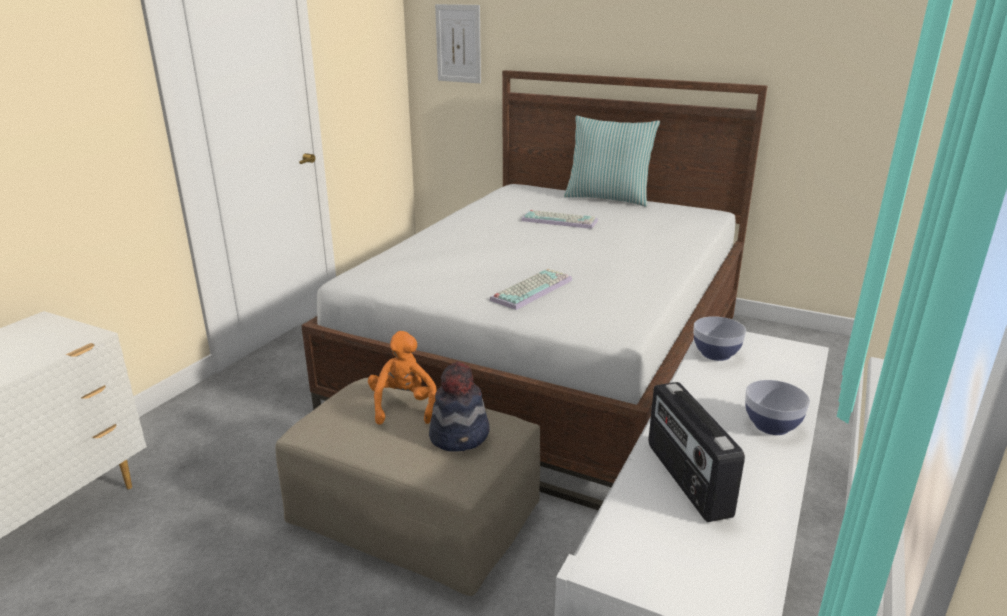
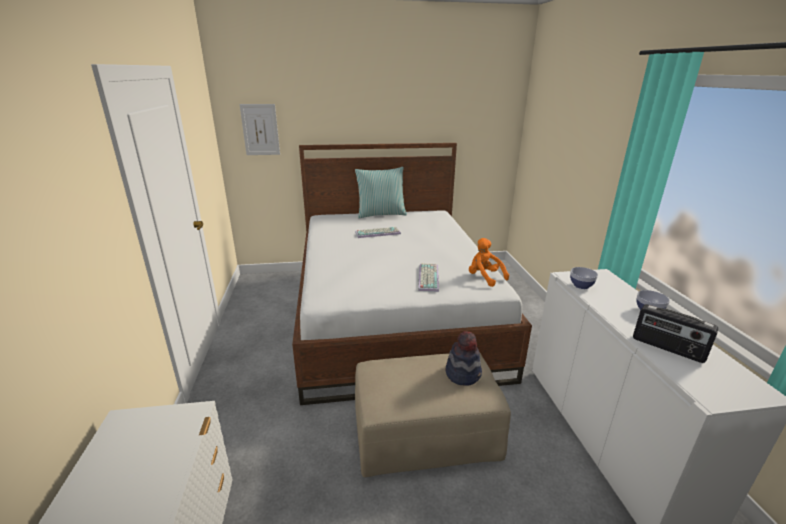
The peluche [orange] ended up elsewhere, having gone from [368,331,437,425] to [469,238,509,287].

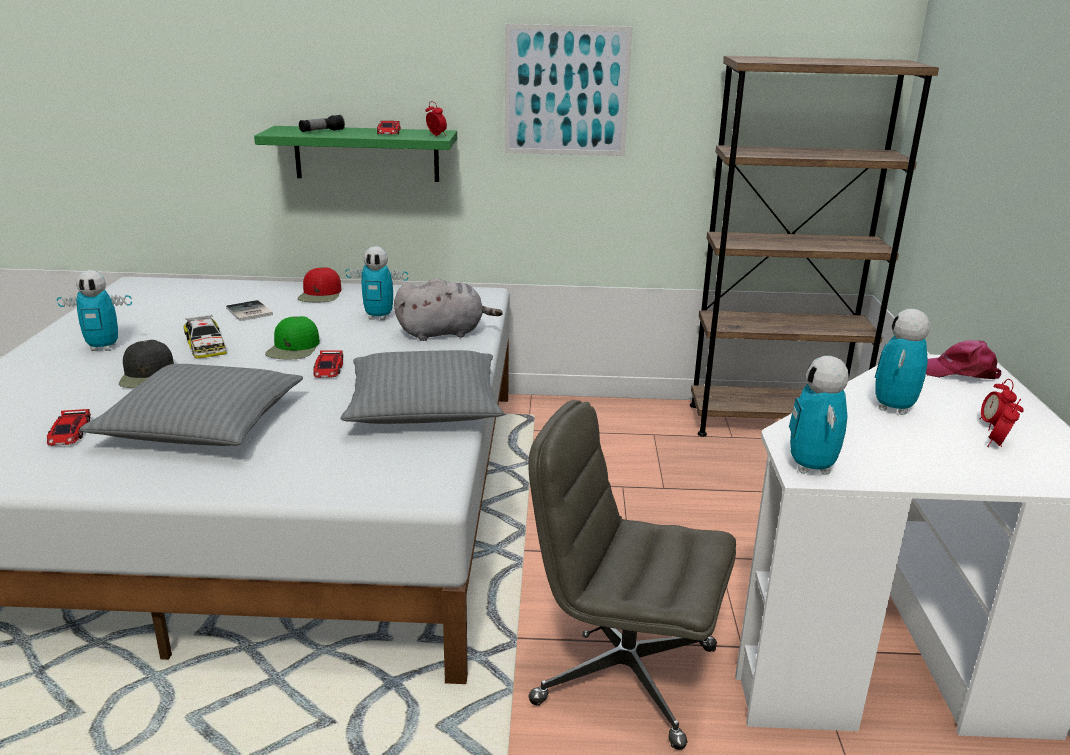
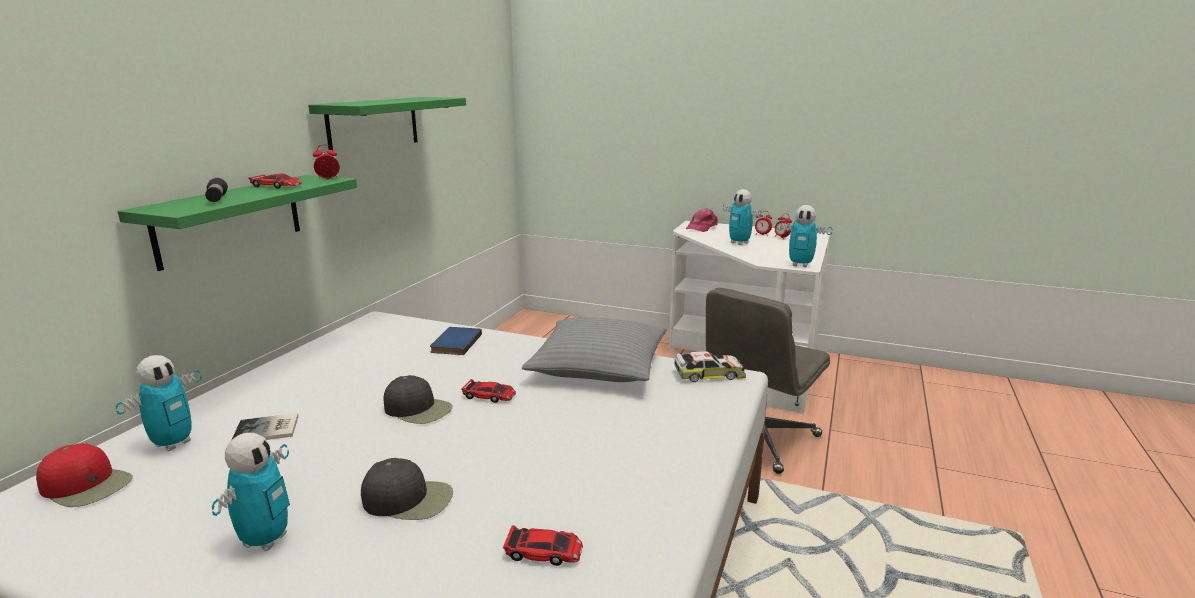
Where the tableau hung at [505,24,632,156], the étagère [vert] came to hang at [308,97,466,156].
The second view lost the bibliothèque [marron] at [690,56,939,436].
The robot jouet ended up elsewhere, having gone from [346,246,408,320] to [115,355,202,451].
The casquette [rouge] ended up elsewhere, having gone from [298,267,342,302] to [36,443,133,507].
Where the peluche [gris] stood at [394,278,503,341], the livre [bleu] came to stand at [430,327,482,355].
The petite voiture ended up elsewhere, having gone from [183,314,227,359] to [674,351,746,382].
What was the casquette [vert] at [265,316,320,359] turned into the casquette [noir] at [383,375,453,424].
The second view lost the coussin [gris] at [80,364,303,446].

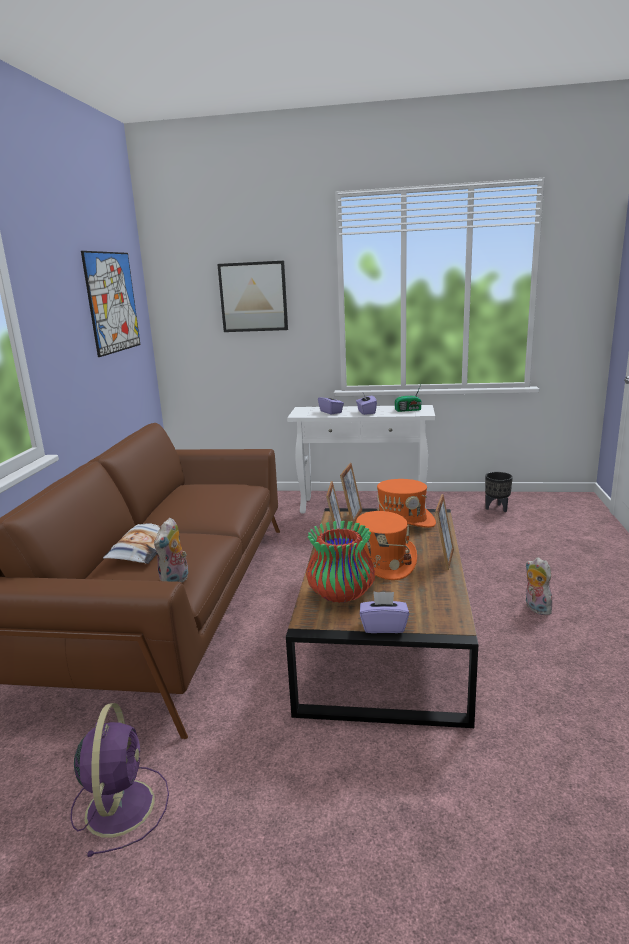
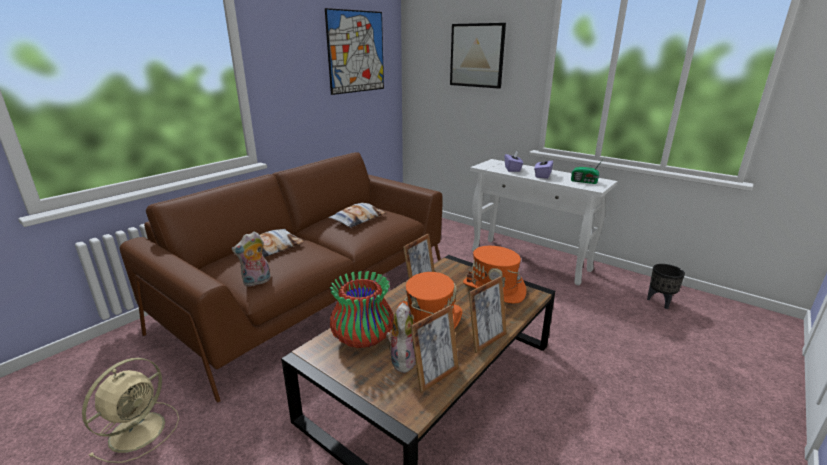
The cadre photo ended up elsewhere, having gone from [340,463,362,525] to [411,305,459,393].
The peluche ended up elsewhere, having gone from [526,557,555,615] to [386,302,416,373].
The second view lost the boîte à mouchoirs [violet] at [360,591,409,633].
What was the ventilateur [violet] at [71,703,169,857] turned into the ventilateur [beige] at [82,358,179,463].
The second view gained the coussin at [328,203,386,228].

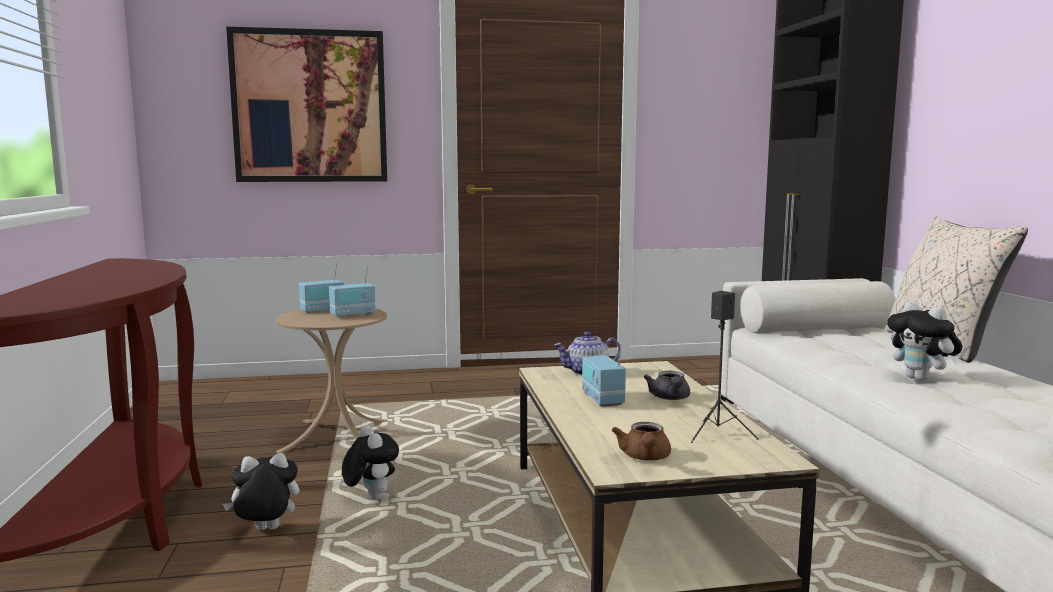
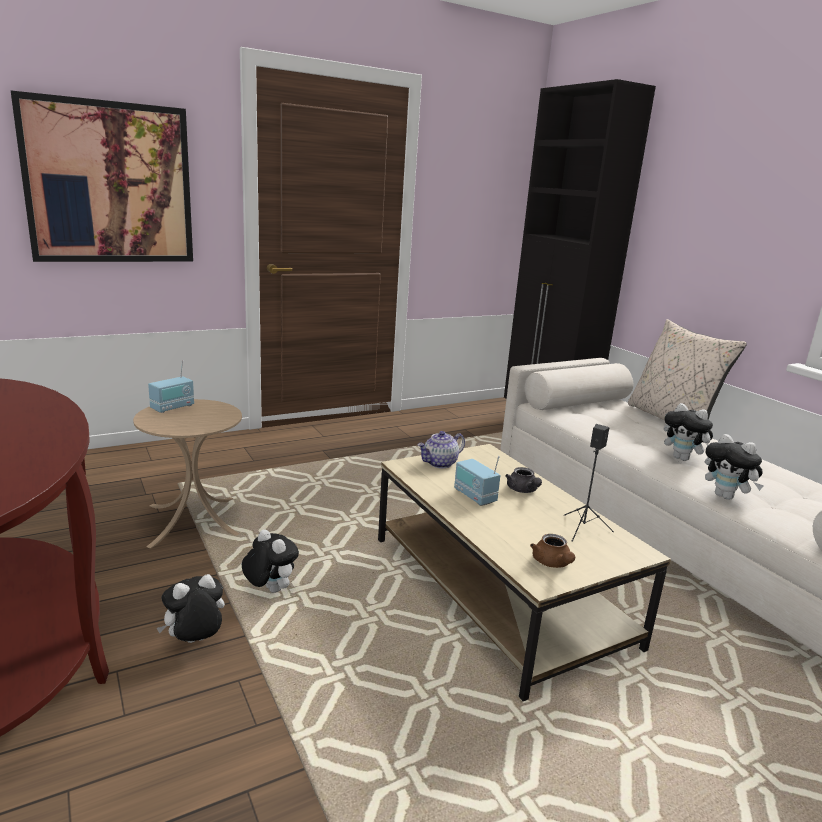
The second view lost the radio at [329,265,376,317].
The second view gained the peluche at [705,434,764,500].

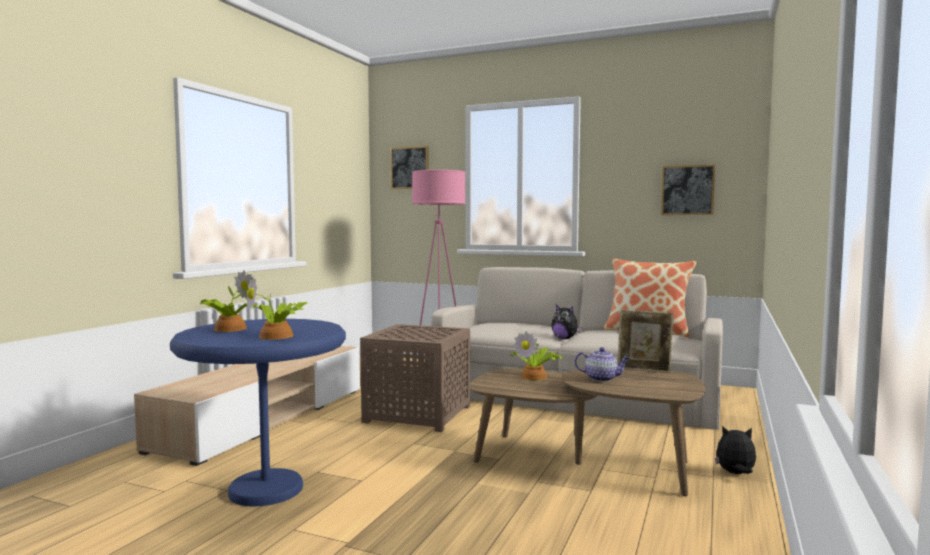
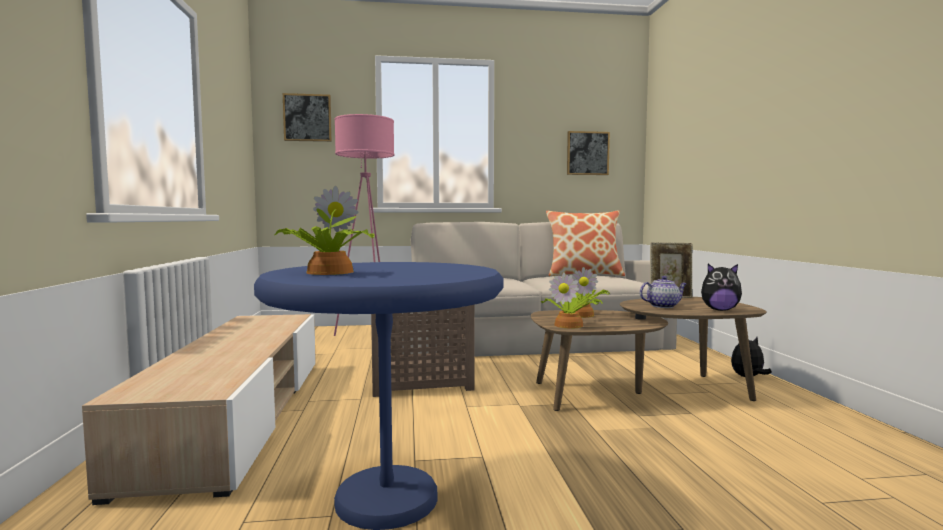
The plante en pot ended up elsewhere, having gone from [247,276,308,340] to [540,272,603,328].
The peluche ended up elsewhere, having gone from [552,305,582,339] to [701,264,742,311].

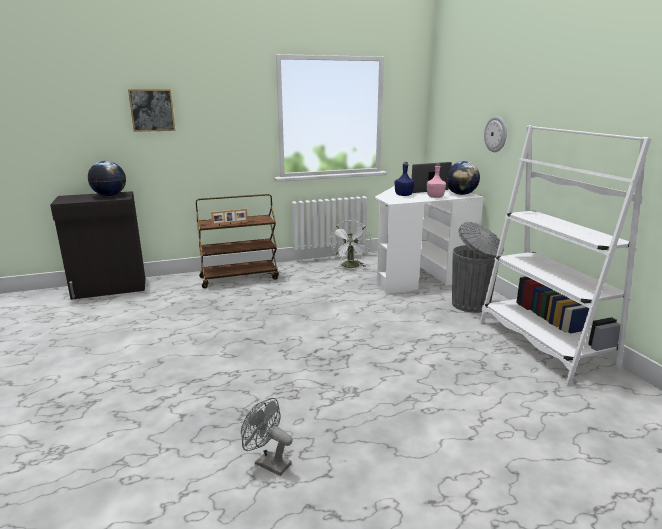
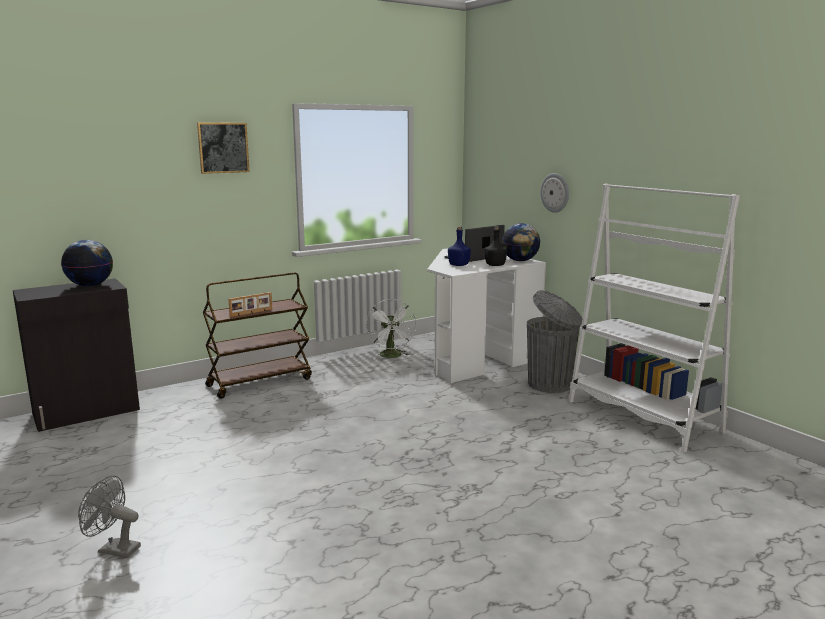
The tableau ended up elsewhere, having gone from [128,89,175,132] to [197,122,250,174].
What was the bouteille [rose] at [427,163,446,198] turned into the bouteille [noir] at [485,226,507,266].
The ventilateur [gris] ended up elsewhere, having gone from [241,398,293,476] to [78,476,141,558].

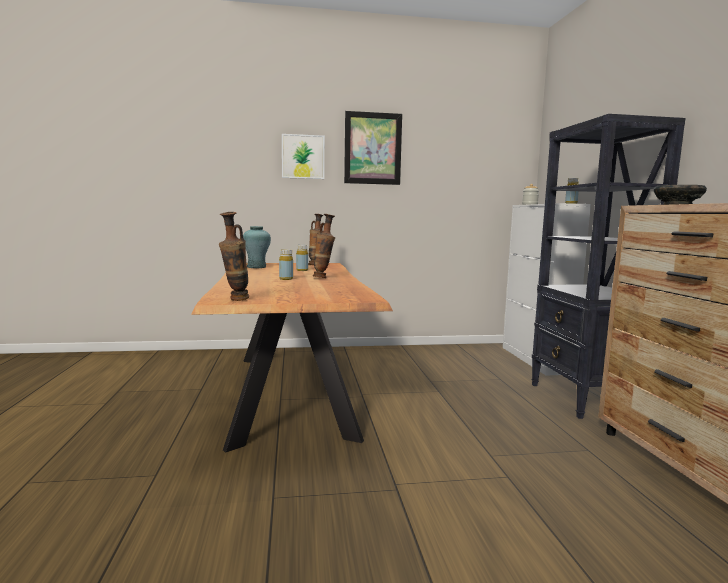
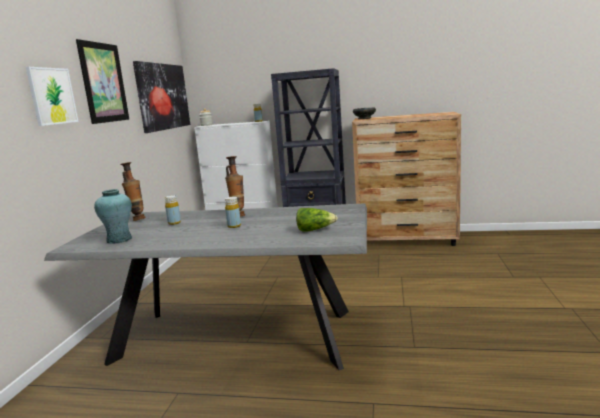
The second view lost the vase at [219,212,249,301].
What was the table à manger [marron] at [191,263,393,453] turned into the table à manger [gris] at [44,203,367,370].
The second view gained the tableau at [133,61,190,133].
The second view gained the laitue at [296,208,338,232].

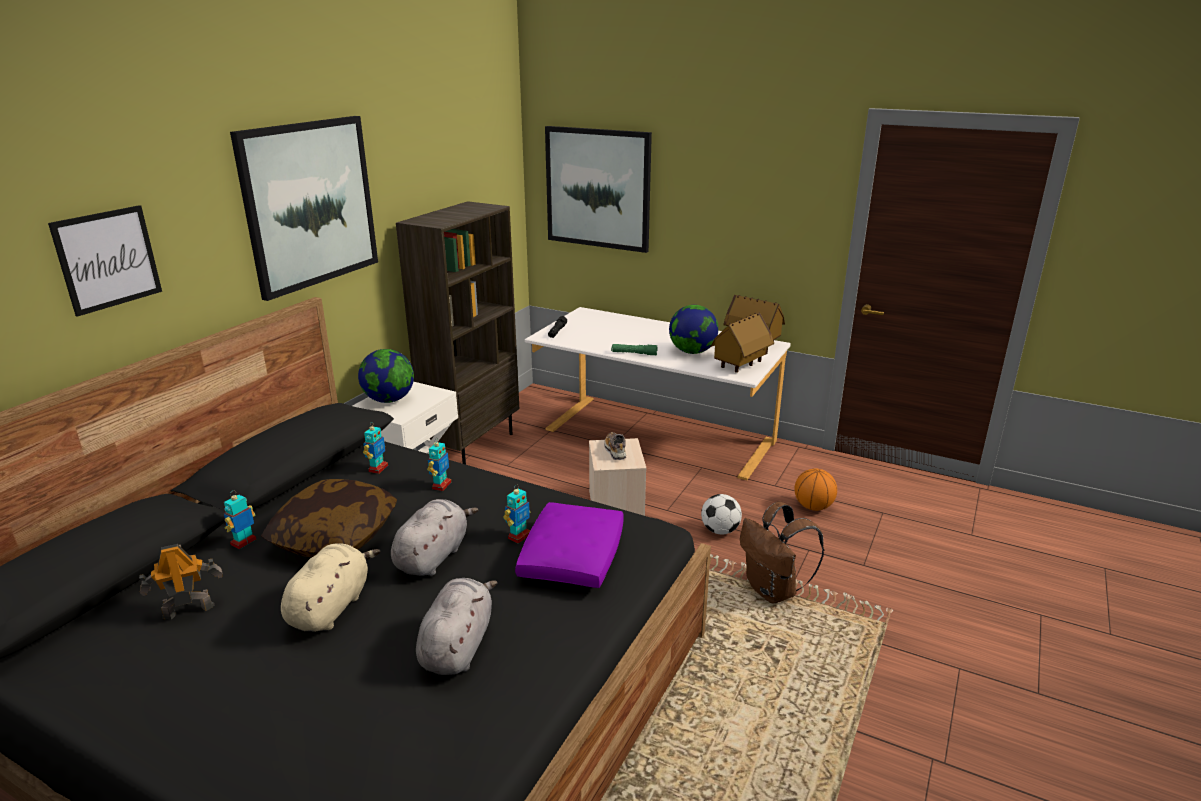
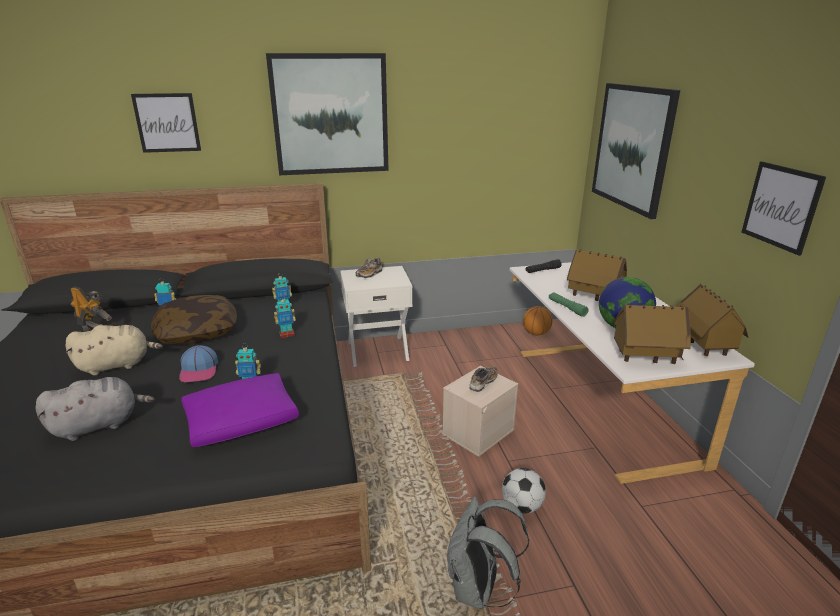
The second view lost the bibliothèque [marron] at [396,201,519,465].
Where the globe stood at [358,349,414,403], the chaussure came to stand at [356,257,382,278].
The ballon de basket ended up elsewhere, having gone from [795,468,837,511] to [523,306,553,336].
Where the peluche [gris] stood at [391,499,478,576], the casquette came to stand at [179,345,218,383].
What was the sac à dos [marron] at [740,502,824,604] turned into the sac à dos [gris] at [447,497,529,609].
The second view gained the tableau at [742,162,826,256].
The second view gained the maison miniature at [567,249,627,301].

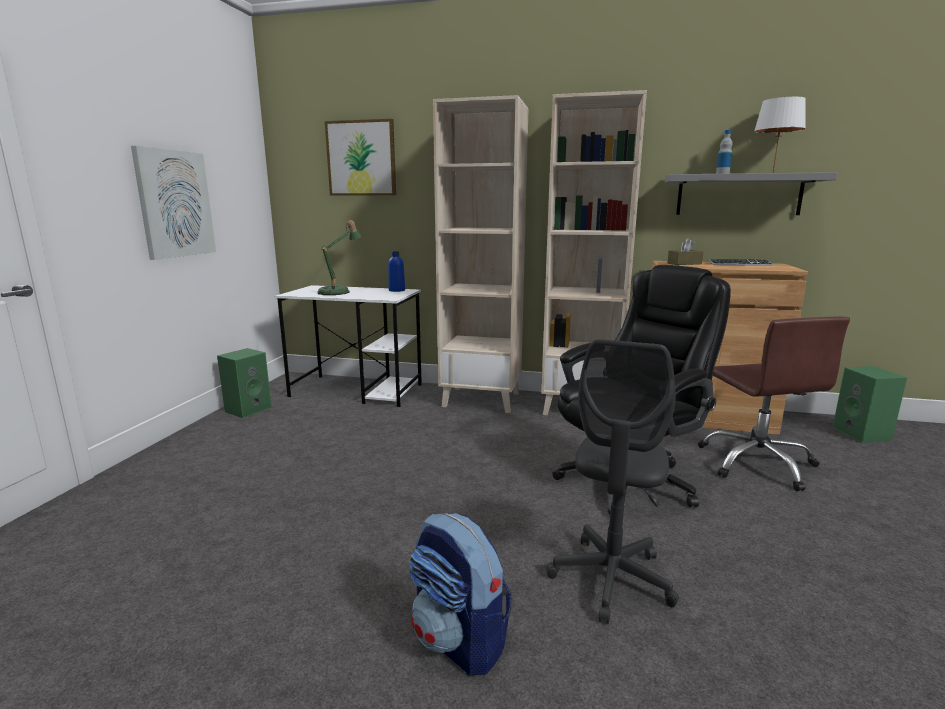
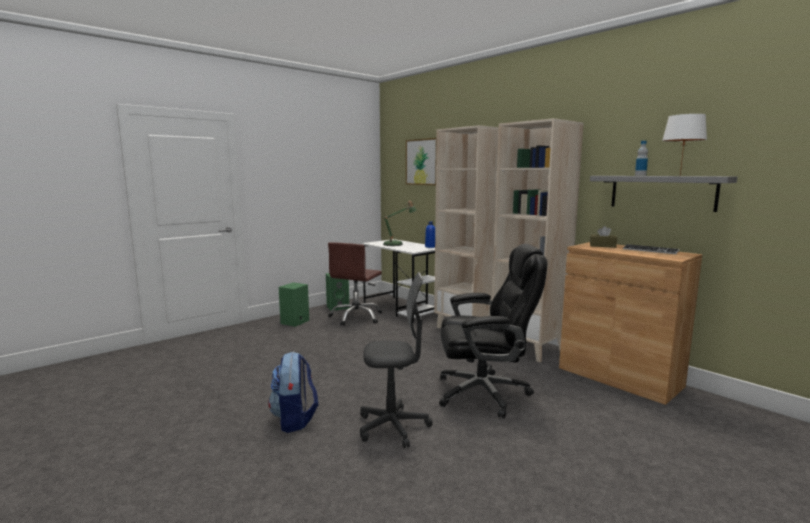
The second view lost the tableau at [131,146,216,260].
The chaise de bureau [marron] ended up elsewhere, having gone from [698,317,850,491] to [328,242,382,326].
The chaise de bureau [gris] at [547,339,679,624] ended up facing another way, 150 degrees counterclockwise from before.
The enceinte [vert] ended up elsewhere, having gone from [832,366,907,443] to [279,282,309,327].

